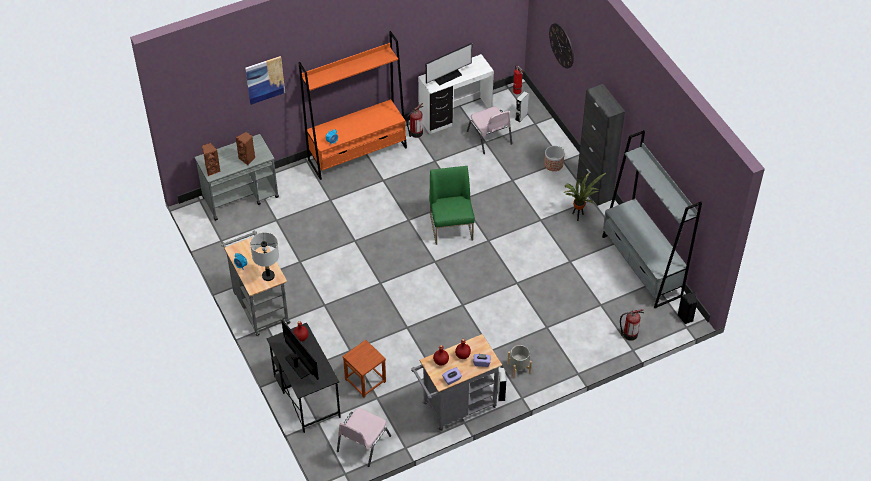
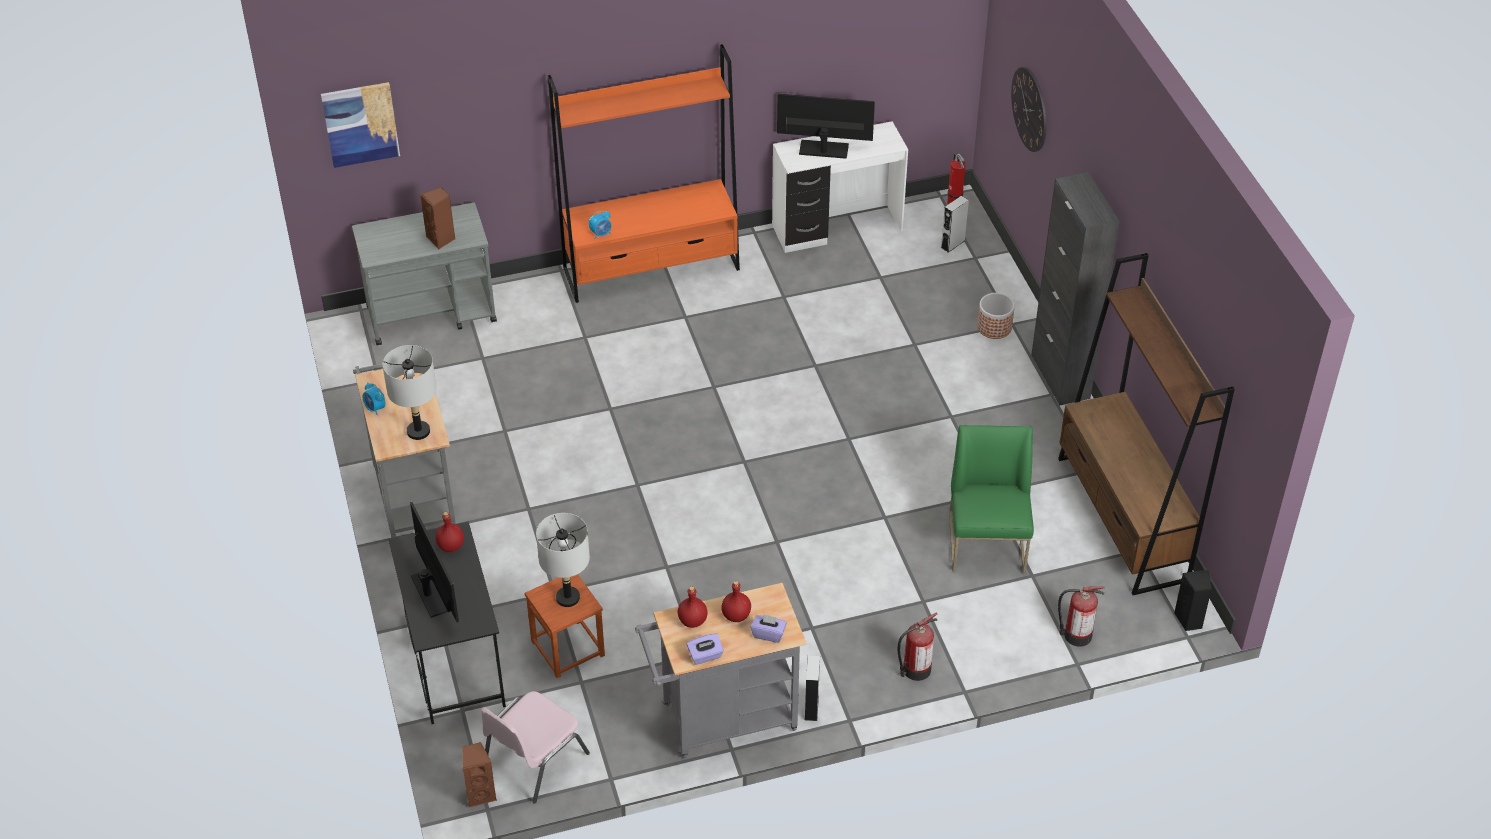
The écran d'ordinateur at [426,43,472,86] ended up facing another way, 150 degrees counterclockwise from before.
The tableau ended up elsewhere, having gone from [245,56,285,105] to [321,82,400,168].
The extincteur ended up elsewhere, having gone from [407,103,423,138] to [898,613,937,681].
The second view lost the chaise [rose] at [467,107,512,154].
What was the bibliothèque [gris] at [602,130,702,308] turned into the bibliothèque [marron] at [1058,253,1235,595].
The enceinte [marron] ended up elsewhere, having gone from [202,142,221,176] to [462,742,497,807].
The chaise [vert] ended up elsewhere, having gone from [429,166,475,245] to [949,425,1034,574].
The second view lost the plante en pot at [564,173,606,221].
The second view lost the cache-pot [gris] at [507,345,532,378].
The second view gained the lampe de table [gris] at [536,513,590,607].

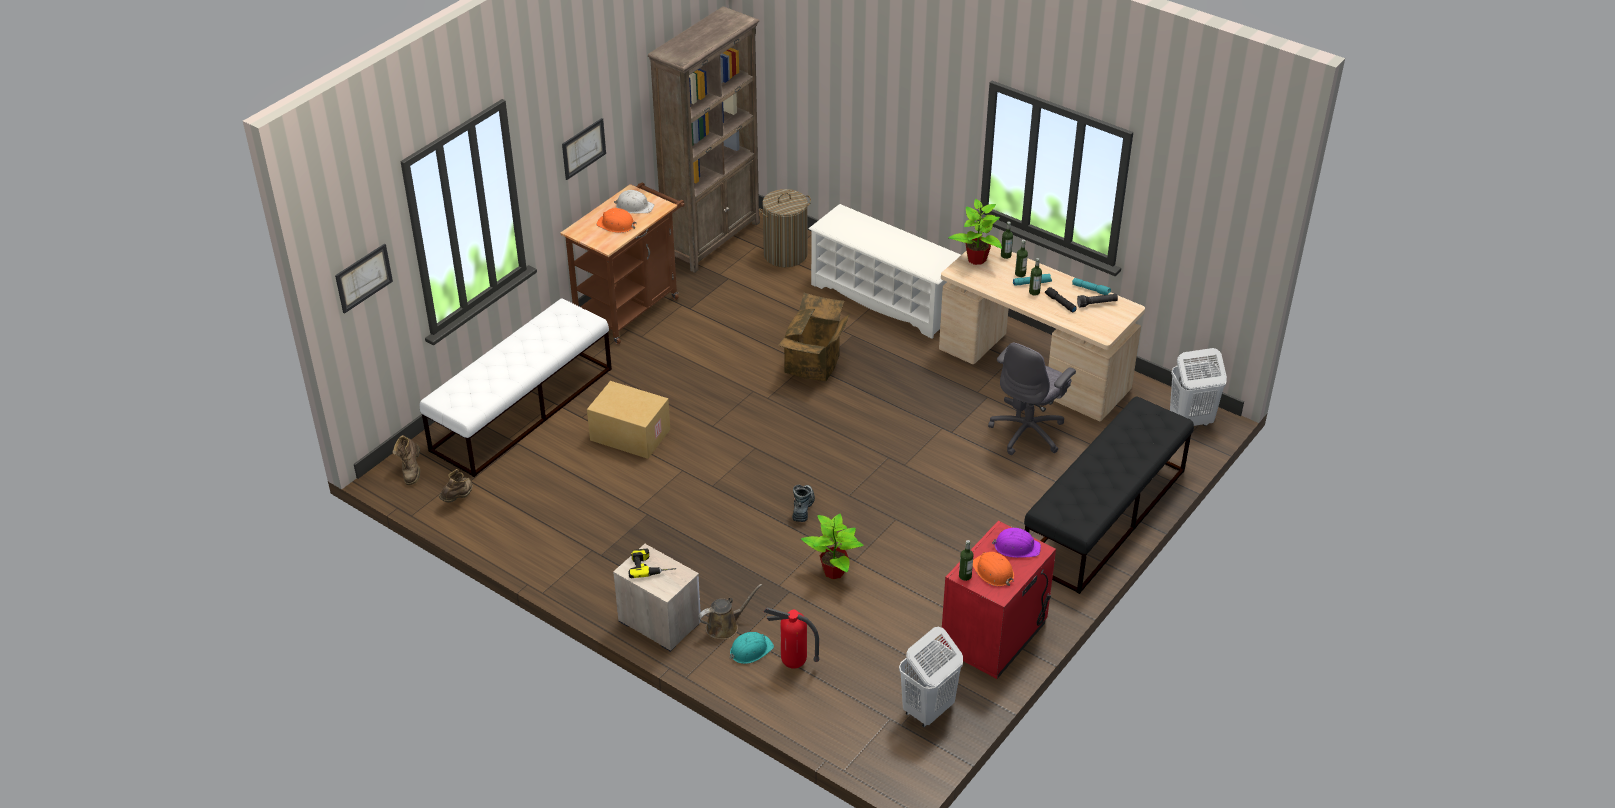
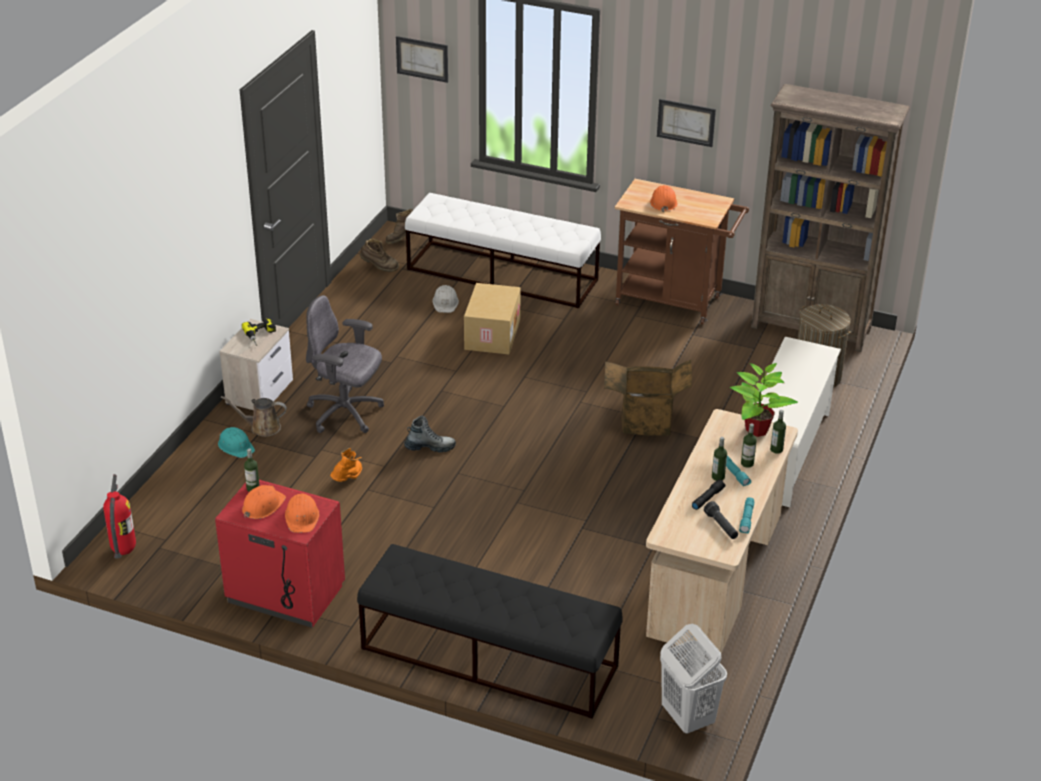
The casque de chantier [blanc] ended up elsewhere, having gone from [614,190,654,213] to [433,285,459,313].
The chaise de bureau [gris] ended up elsewhere, having gone from [988,343,1076,455] to [306,295,384,433].
Where the plante en pot stood at [801,514,864,579], the botte [orange] came to stand at [330,448,362,482].
What was the casque de chantier [violet] at [992,528,1041,558] turned into the casque de chantier [orange] at [285,493,319,533].
The arrosoir [marron] at [698,584,762,639] ended up facing another way, 135 degrees clockwise from before.
The extincteur ended up elsewhere, having gone from [764,607,819,669] to [103,474,136,559].
The second view lost the panier à linge [blanc] at [899,627,963,727].

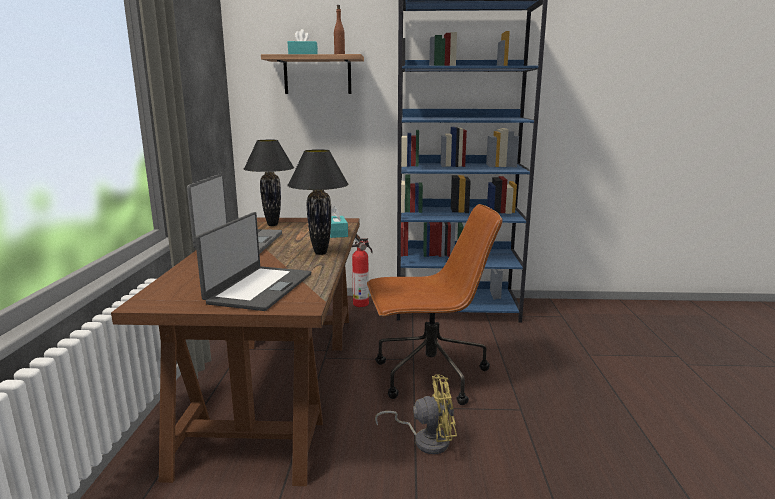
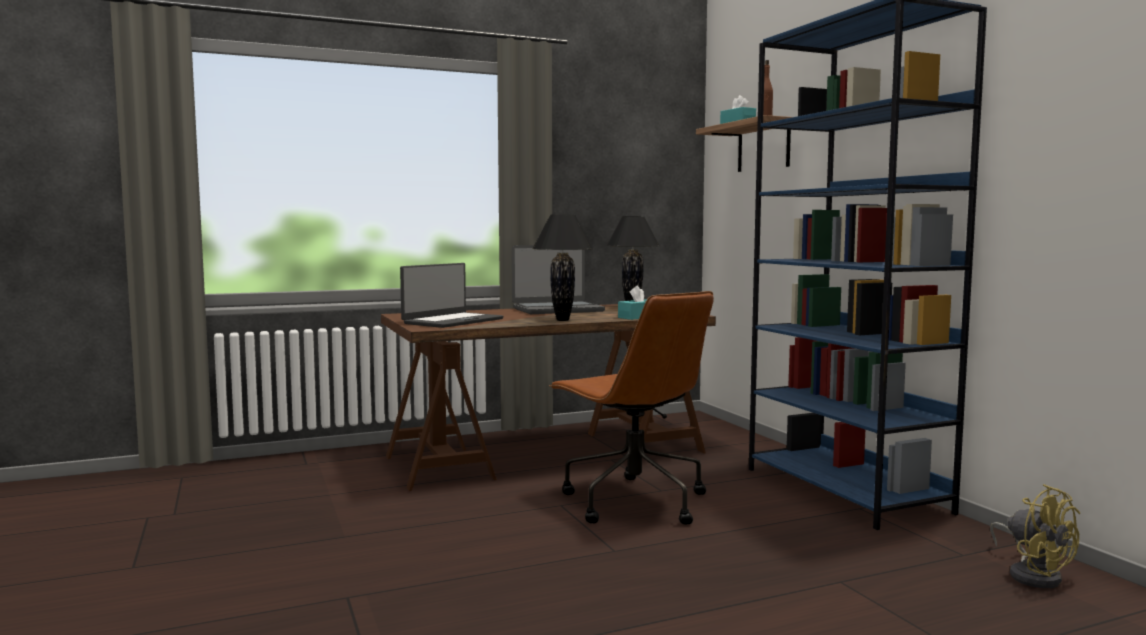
The ordinateur portable at [195,212,311,311] ended up facing another way, 45 degrees counterclockwise from before.
The second view lost the extincteur at [352,238,373,307].
The ventilateur [jaune] ended up elsewhere, having gone from [375,374,457,454] to [990,484,1080,588].

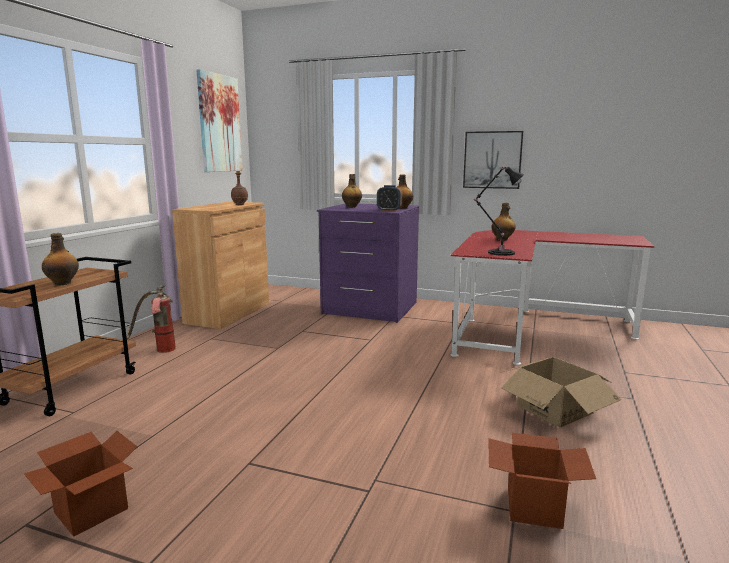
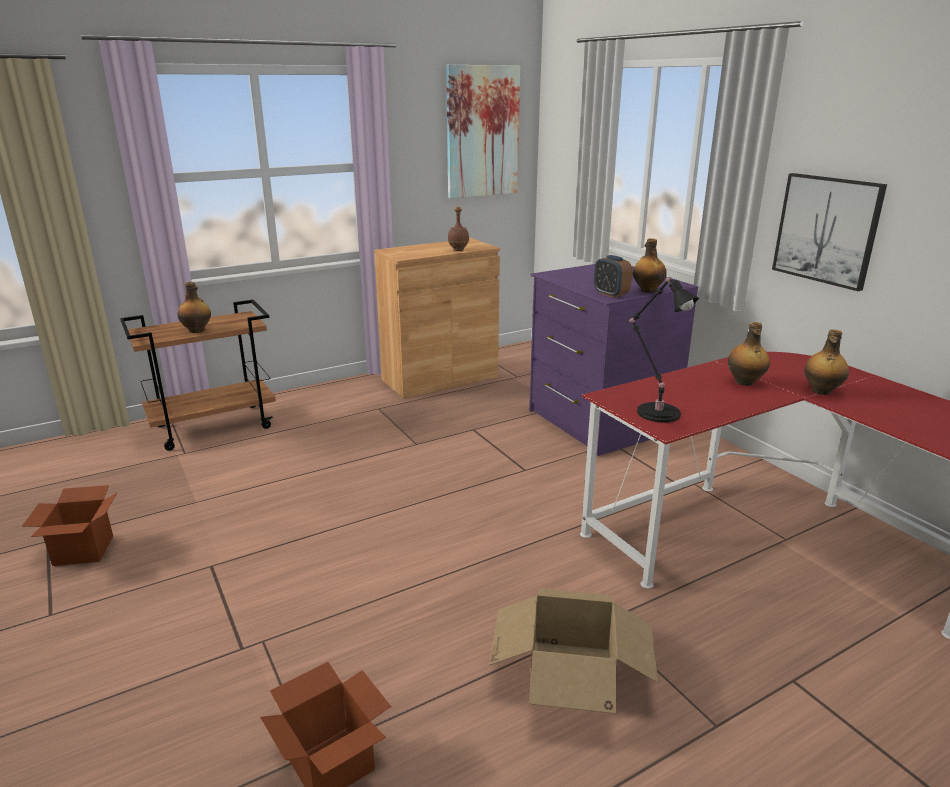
The bouteille ended up elsewhere, having gone from [342,174,362,208] to [804,329,849,395].
The second view lost the extincteur at [126,285,176,353].

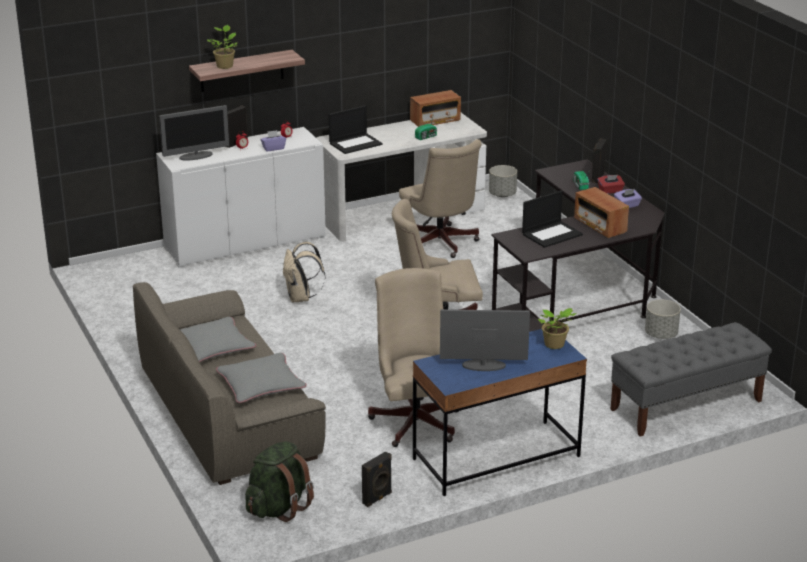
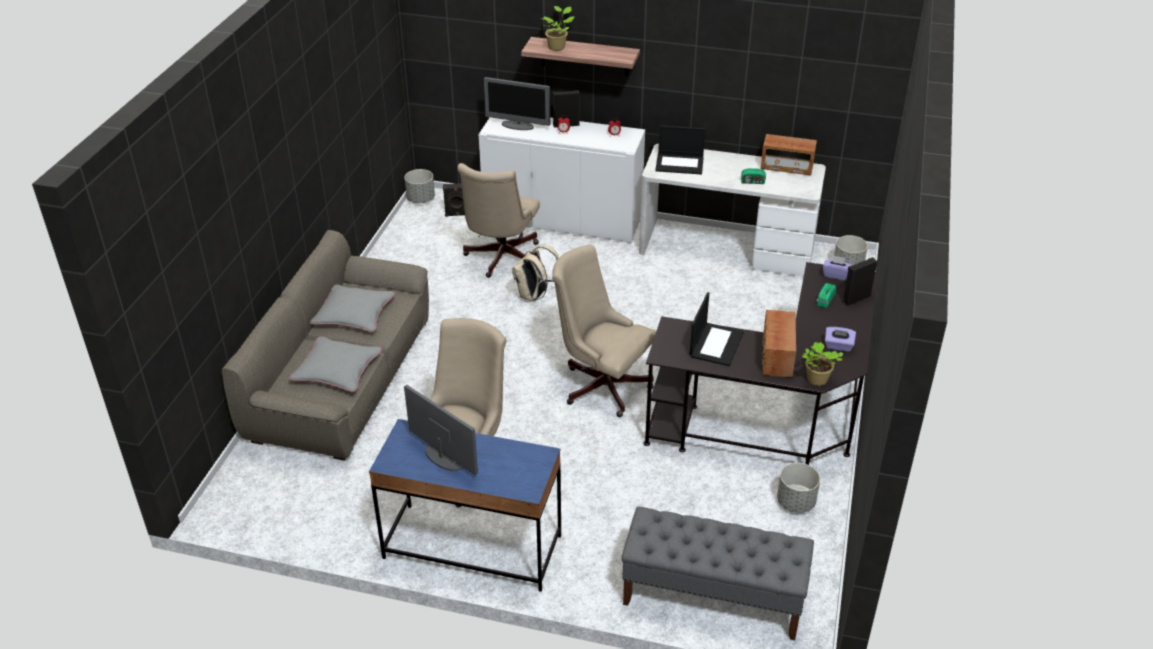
The boîte à mouchoirs [violet] ended up elsewhere, having gone from [260,130,286,152] to [823,256,852,281].
The chaise de bureau [beige] ended up elsewhere, having gone from [399,139,482,258] to [458,163,540,278].
The second view lost the boîte à mouchoirs [rouge] at [597,175,625,194].
The ordinateur portable at [522,191,583,248] ended up facing another way, 75 degrees counterclockwise from before.
The plante en pot ended up elsewhere, having gone from [538,308,576,349] to [802,342,843,386].
The second view lost the sac à dos [vert] at [245,441,314,522].
The enceinte [noir] ended up elsewhere, having gone from [362,451,392,507] to [443,183,465,217].
The second view gained the cache-pot [gris] at [404,169,435,203].

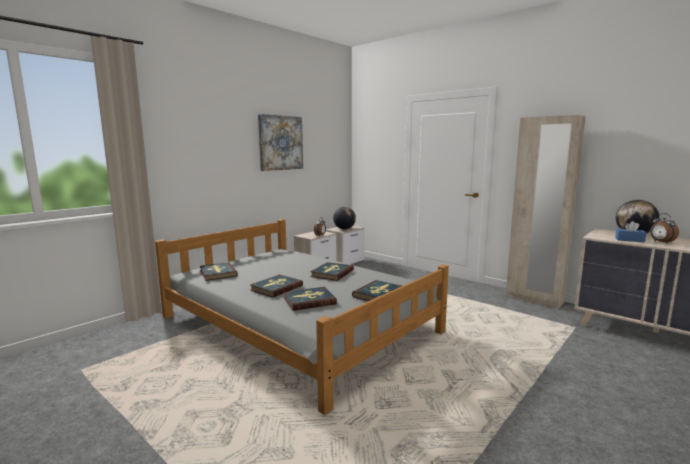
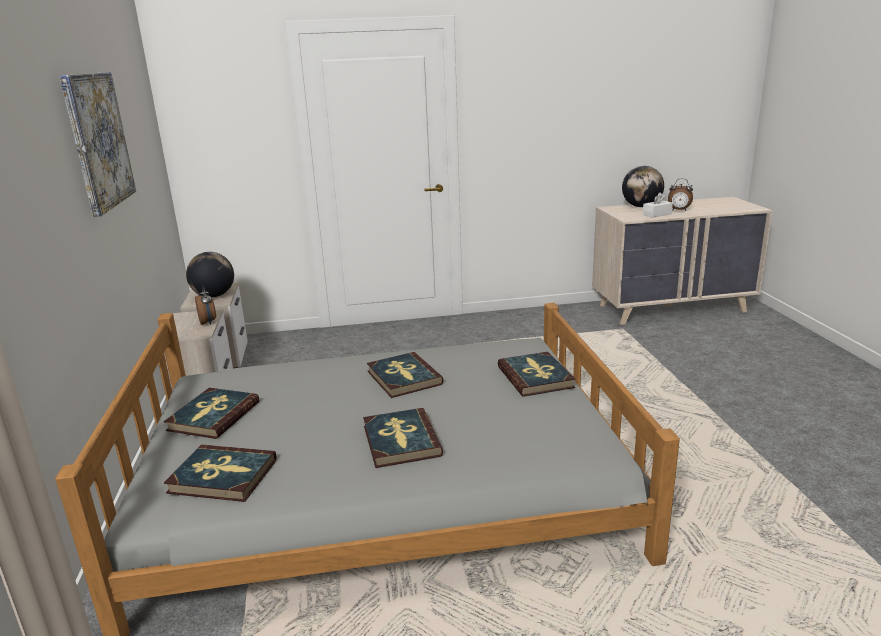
The second view lost the armoire [beige] at [506,115,586,309].
What was the boîte à mouchoirs [bleu] at [615,221,646,242] turned into the boîte à mouchoirs [blanc] at [643,192,673,218].
The livre ended up elsewhere, having gone from [284,287,337,311] to [164,388,259,439].

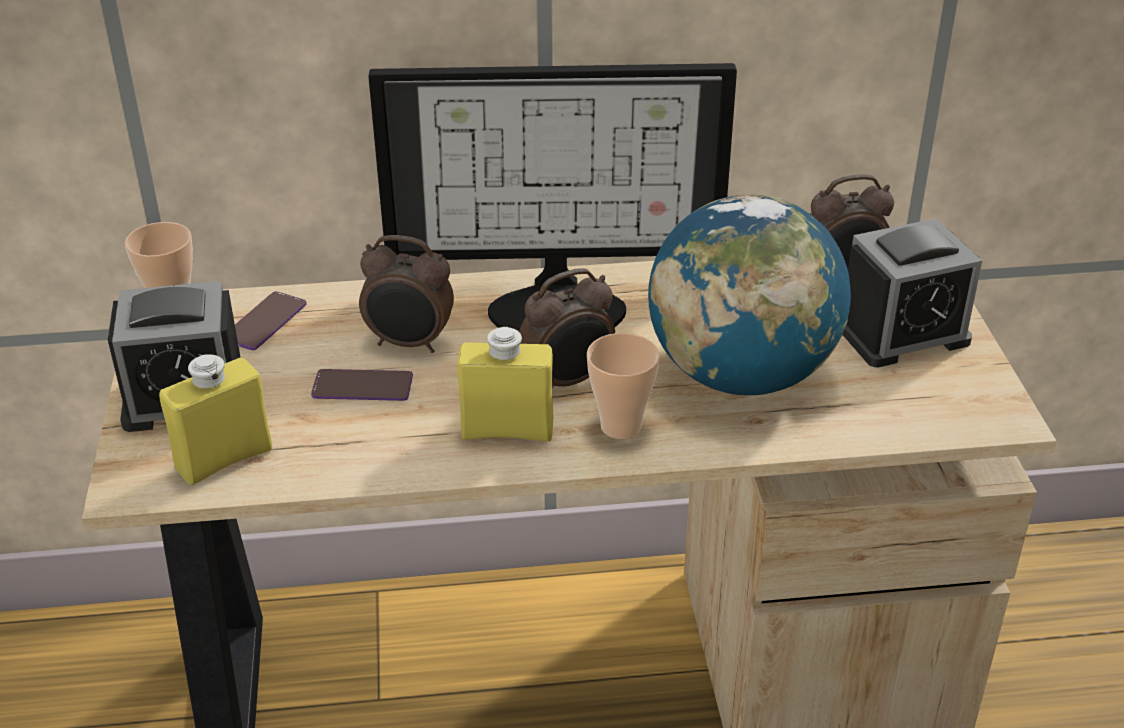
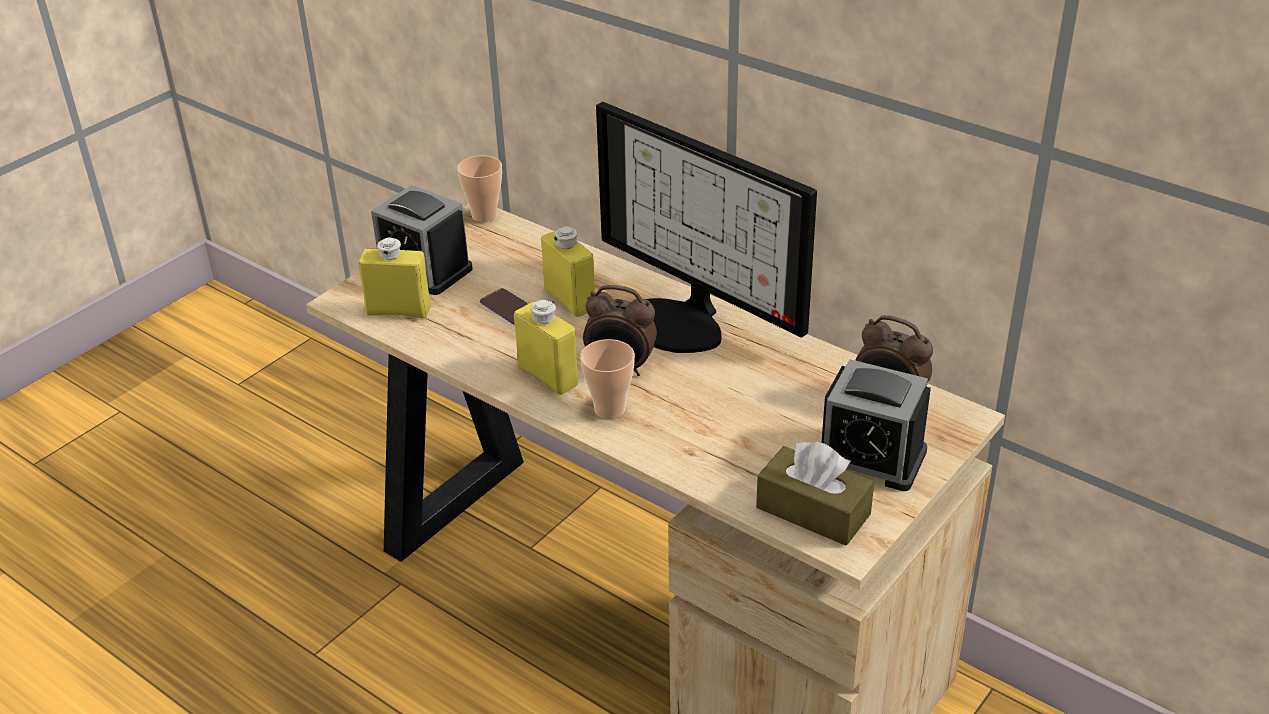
The second view lost the globe at [648,194,851,395].
Where the réveil stood at [359,235,454,353], the bouteille [jaune] came to stand at [541,227,595,317].
The second view lost the téléphone at [235,291,307,350].
The second view gained the boîte à mouchoirs [marron] at [756,442,874,546].

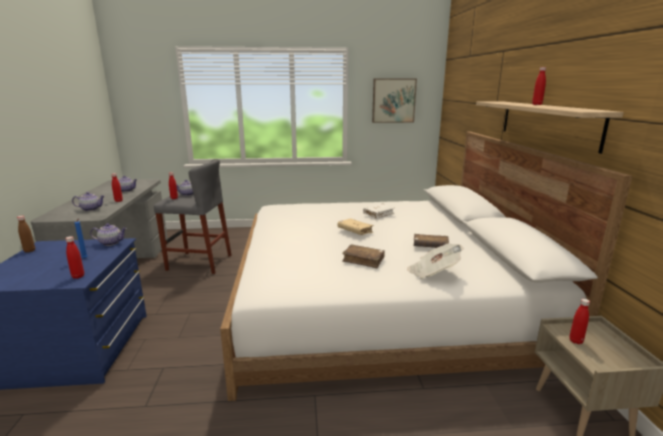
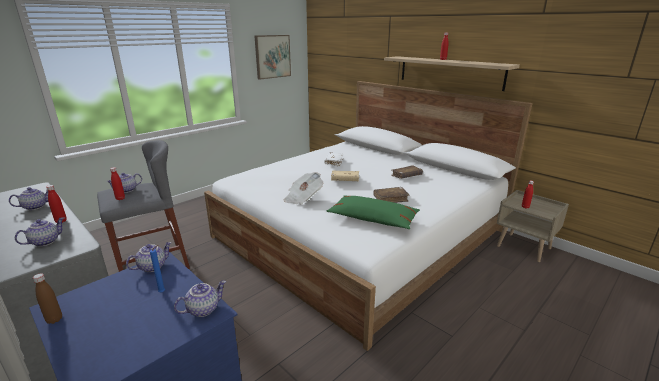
Where the bouteille [rouge] stood at [65,236,84,279], the théière came to stand at [174,281,226,317].
The journal ended up elsewhere, having gone from [407,243,464,279] to [284,172,323,205].
The second view gained the coussin [vert] at [327,196,420,229].

